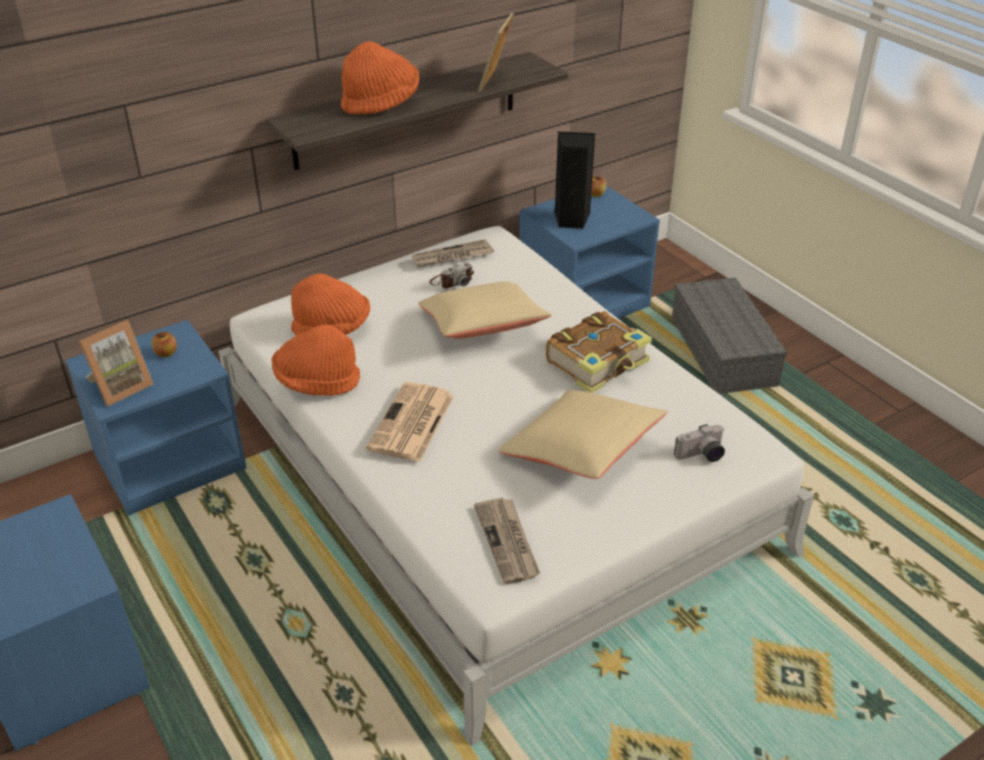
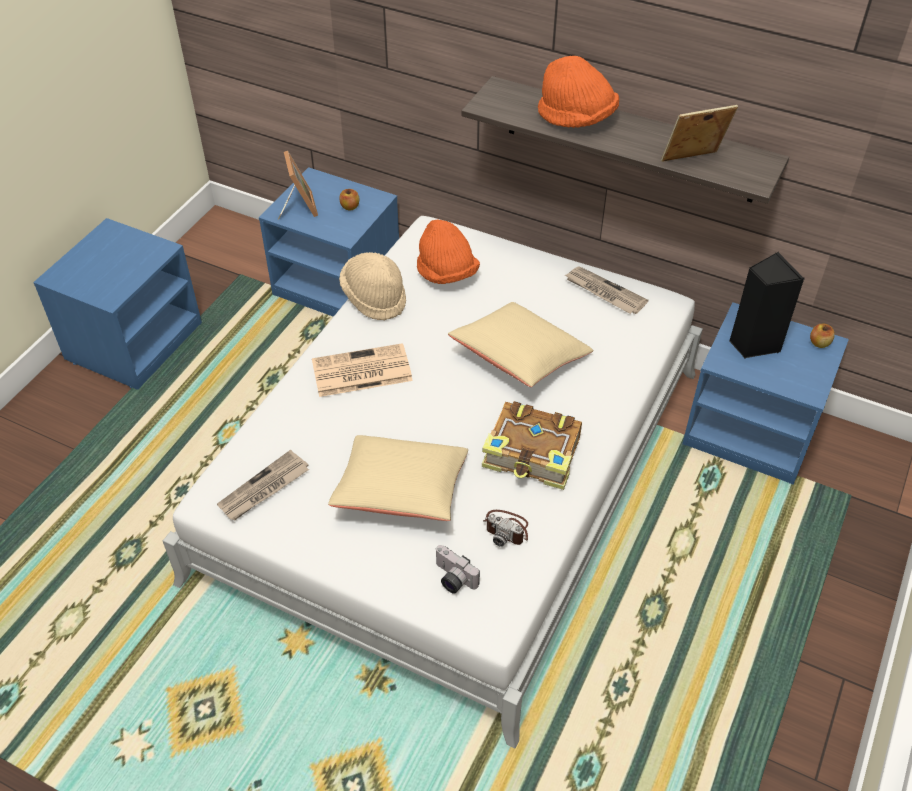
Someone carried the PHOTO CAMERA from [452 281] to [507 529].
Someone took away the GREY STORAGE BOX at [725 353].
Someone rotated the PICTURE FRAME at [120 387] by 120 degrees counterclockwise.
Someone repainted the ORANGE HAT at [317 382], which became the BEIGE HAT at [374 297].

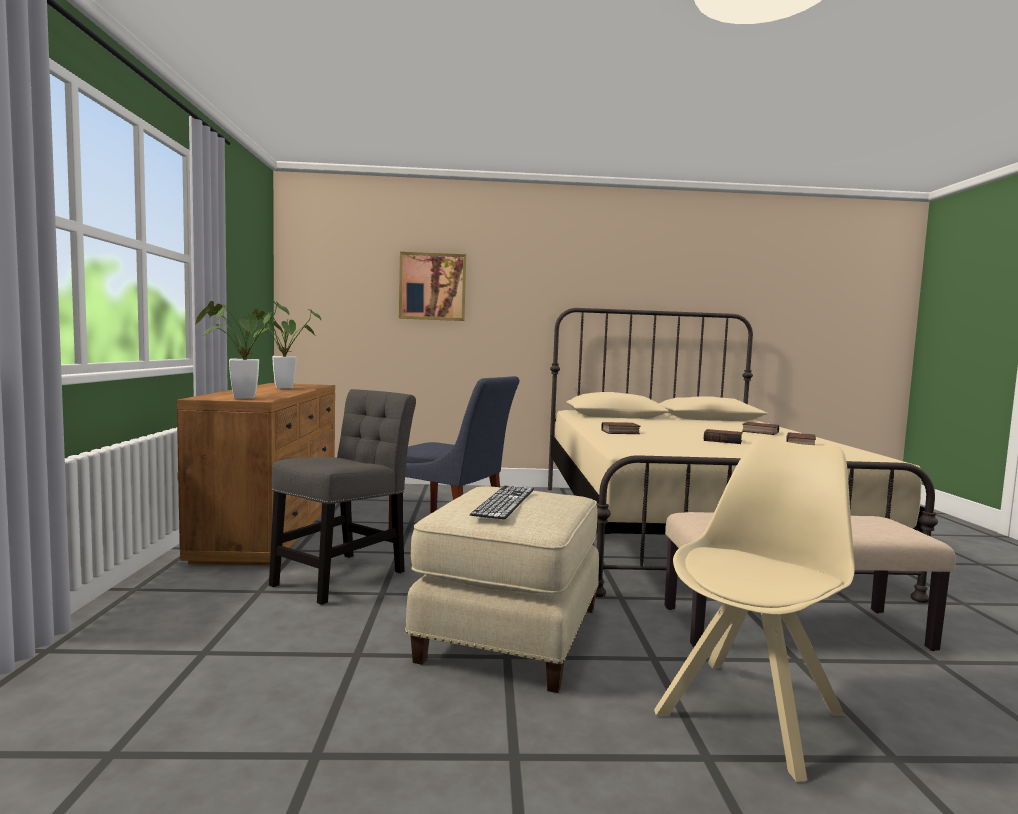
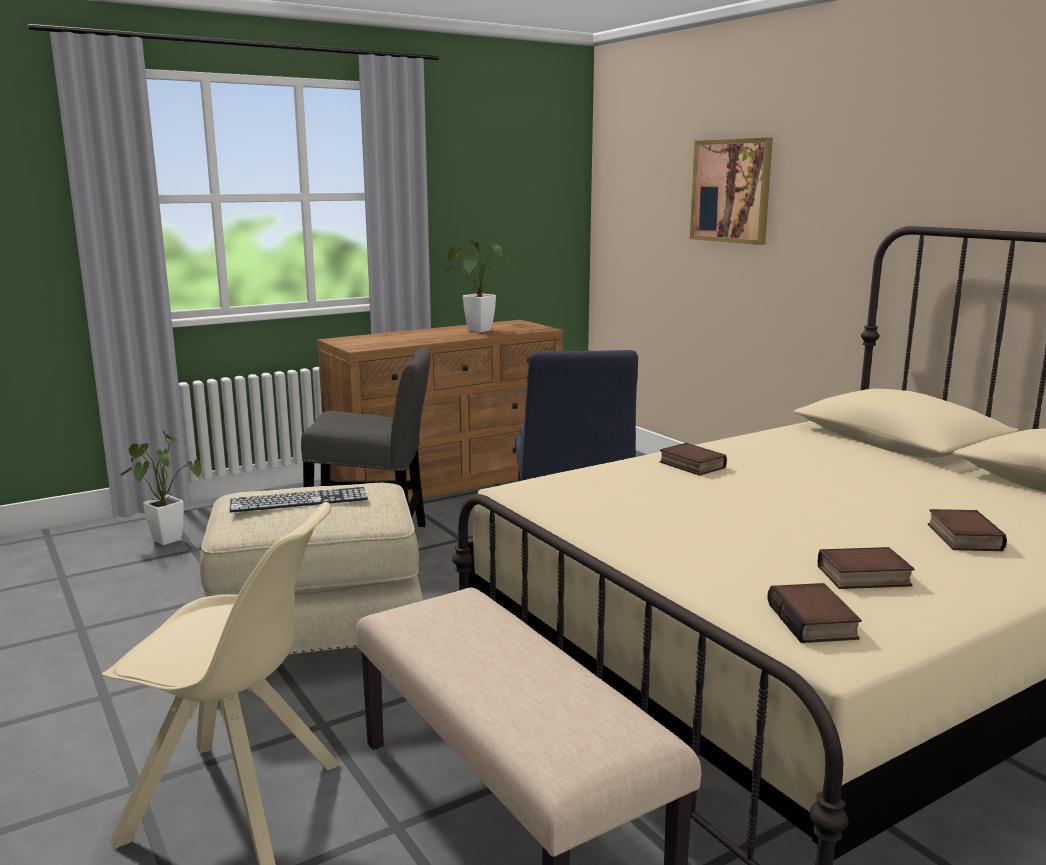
Someone carried the POTTED PLANT from [238 397] to [164 538].
Someone carried the BOOK from [723 440] to [815 622].

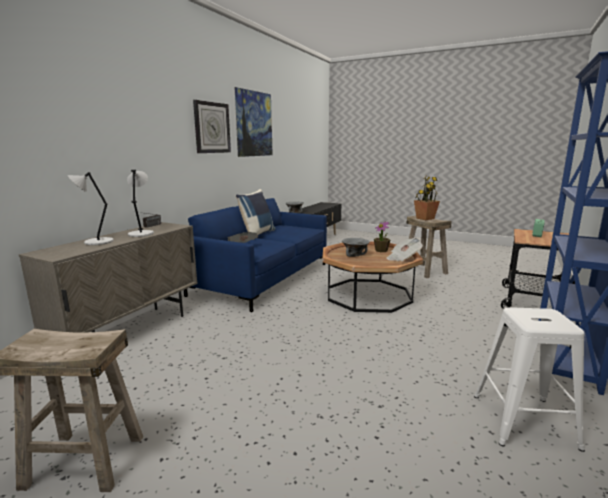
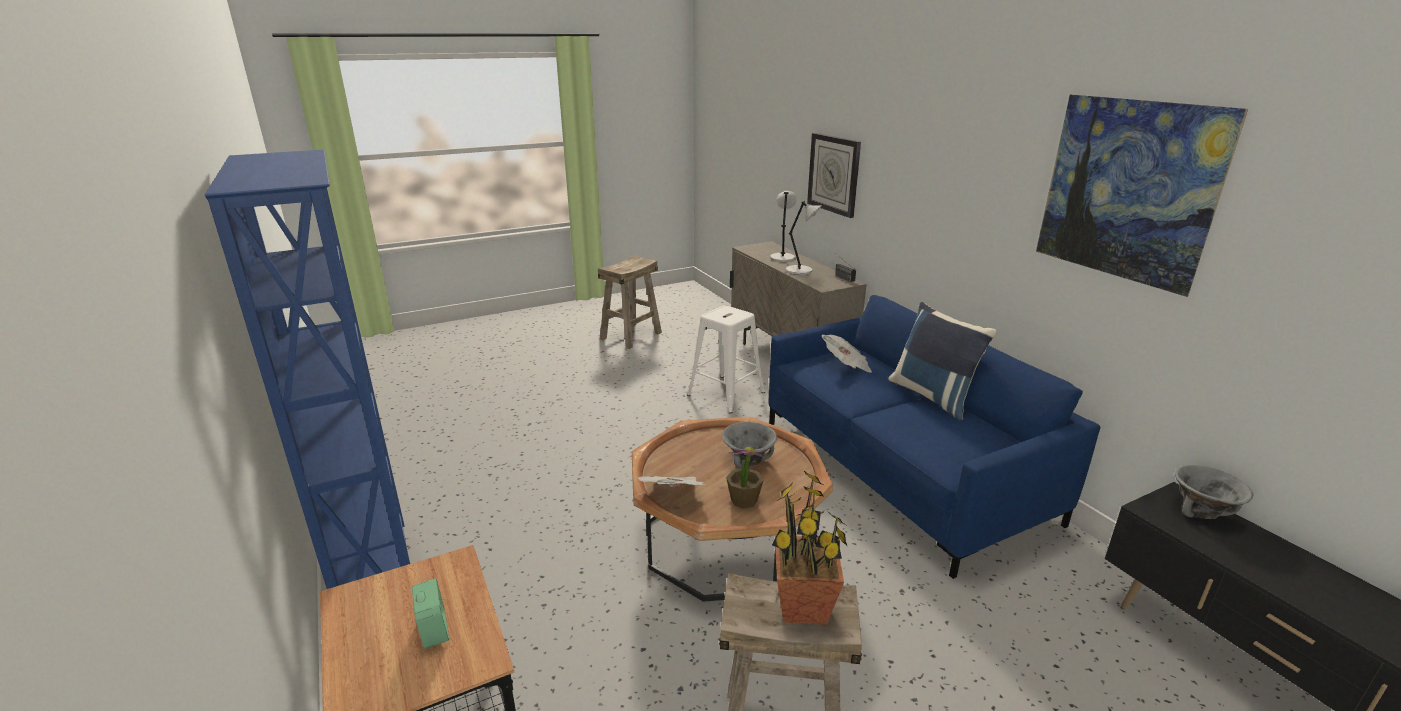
Someone carried the WALL CLOCK from [212 128] to [834 174].
Someone carried the WHITE STOOL from [523 421] to [726 393].

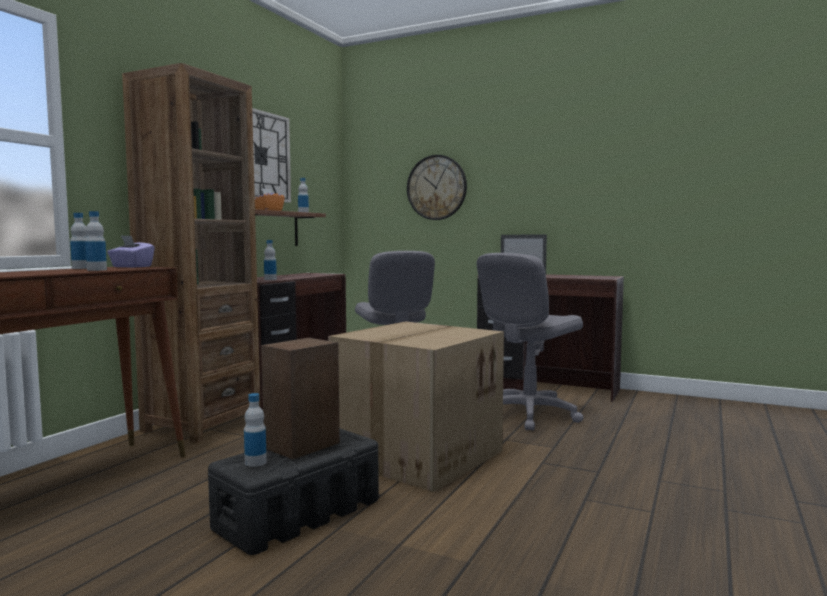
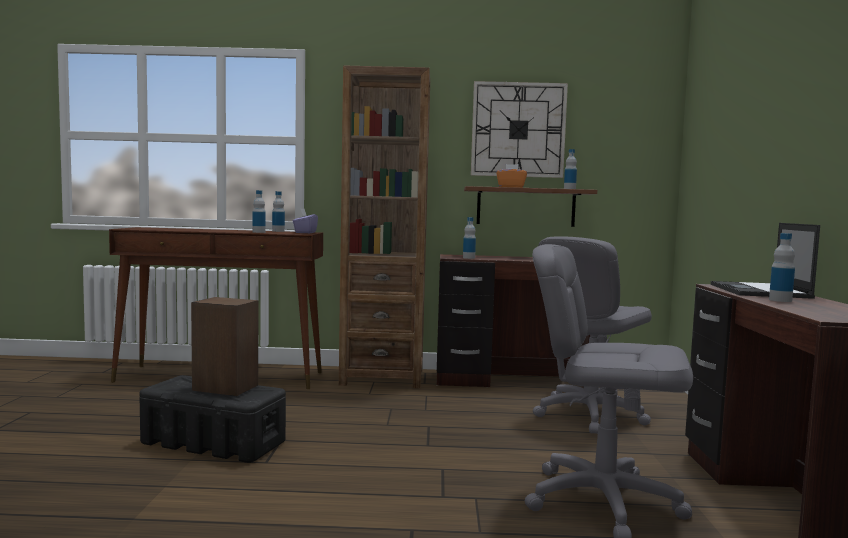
Someone took away the WALL CLOCK at [436 187].
Someone took away the CARDBOARD BOX at [417 454].
Someone carried the BOTTLE from [255 462] to [780 300].

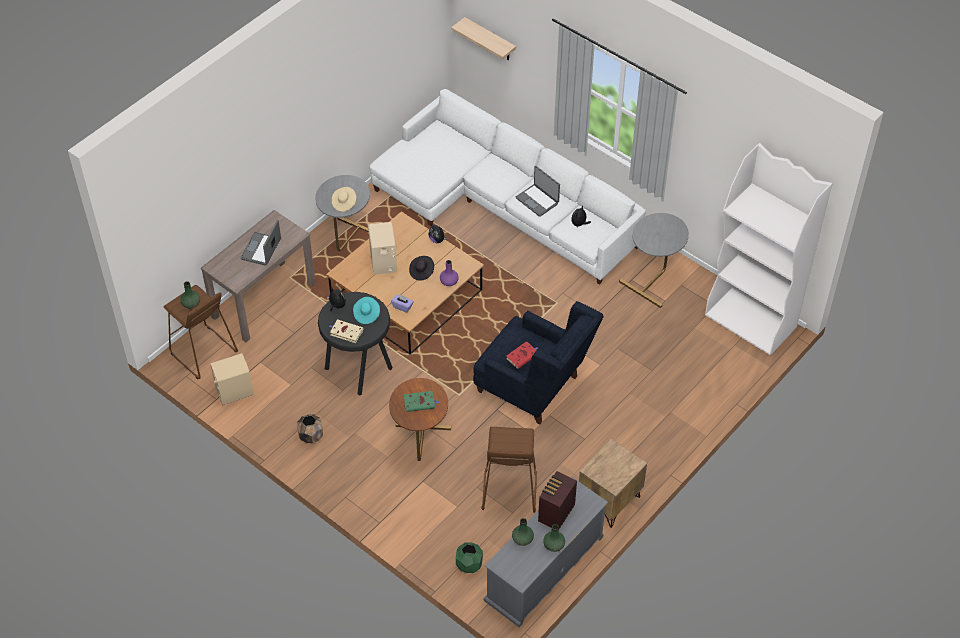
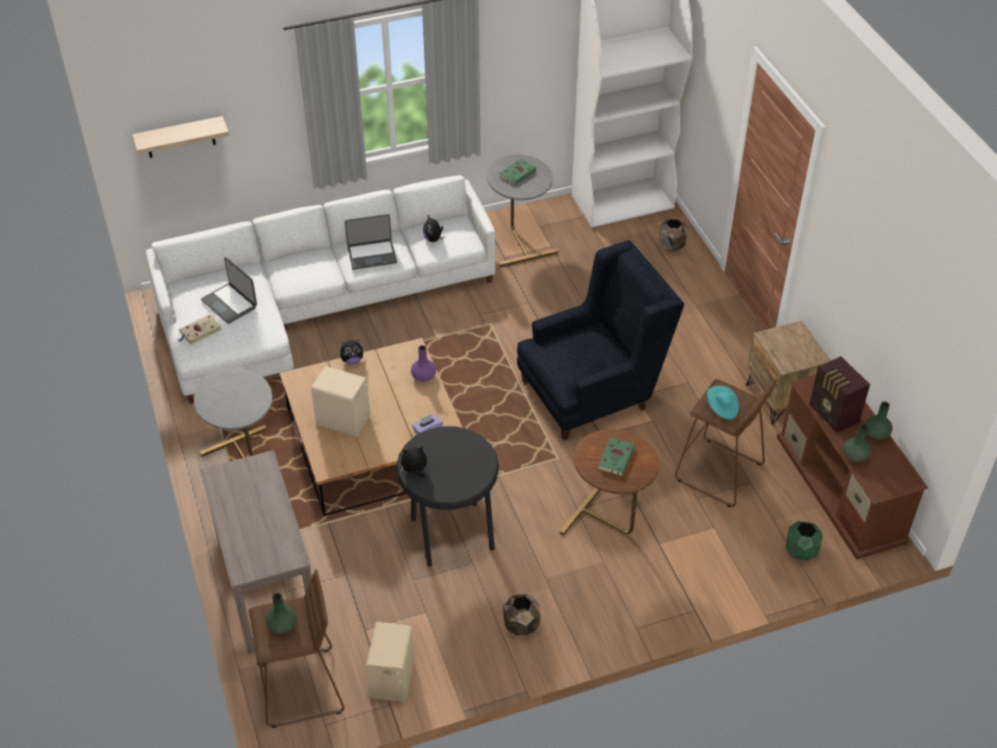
Someone took away the BEIGE HAT at [344 203].
Someone carried the LAPTOP from [262 249] to [230 303].
Someone took away the BLACK HAT at [421 272].
Someone carried the TURQUOISE HAT from [366 314] to [721 408].
Someone carried the BEIGE BOOK from [345 332] to [199 332].
Someone took away the RED BOOK at [523 356].
Someone repainted the GREY TV STAND at [544 569], which became the BROWN TV STAND at [841 489].
Someone put down the GREEN BOOK at [518 173].
Someone put down the BROWN PLANTER at [671 246].

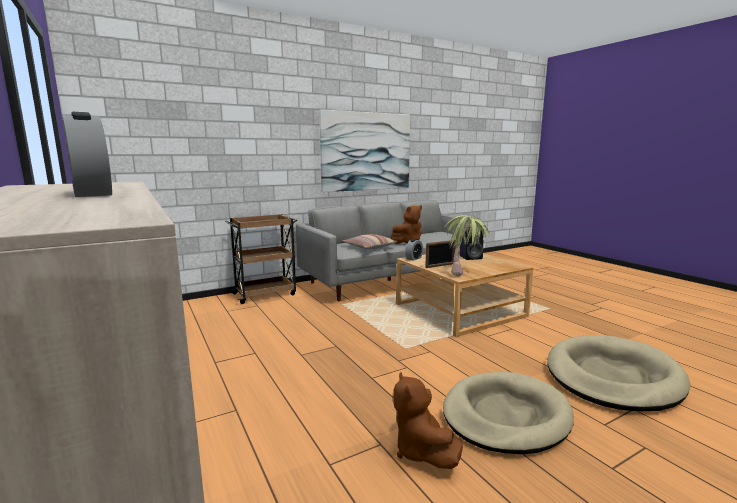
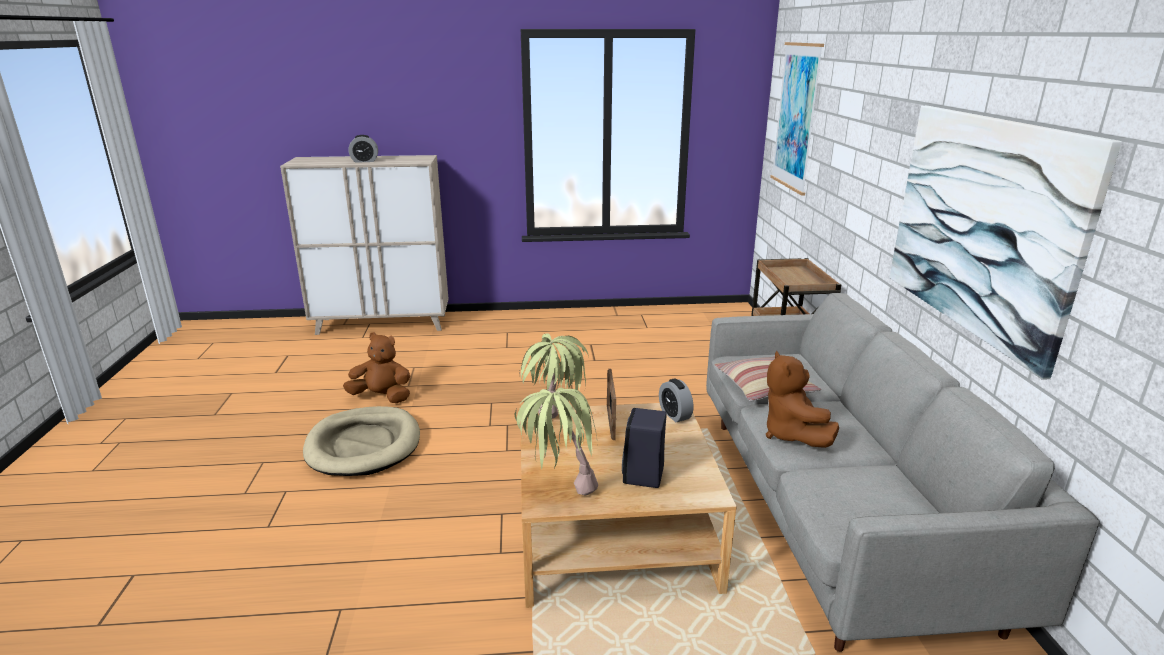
Someone took away the BEIGE DOG BED at [612 377].
Someone put up the PICTURE at [796 117].
Someone put down the POTTED PLANT at [558 493].

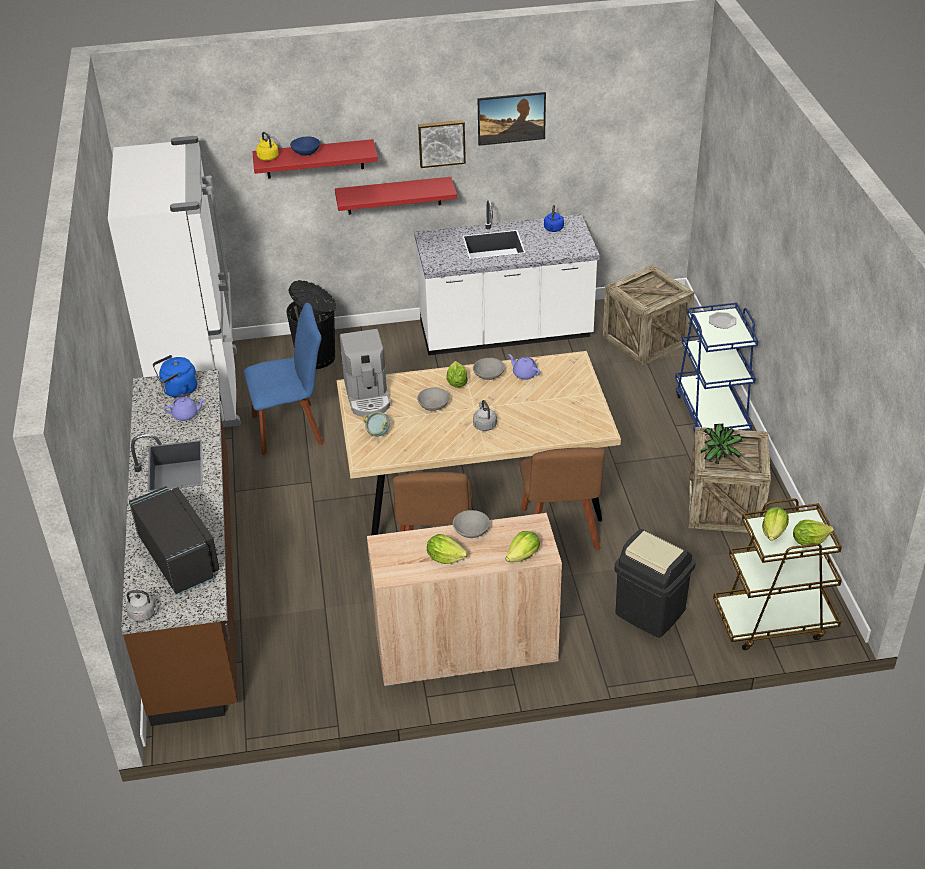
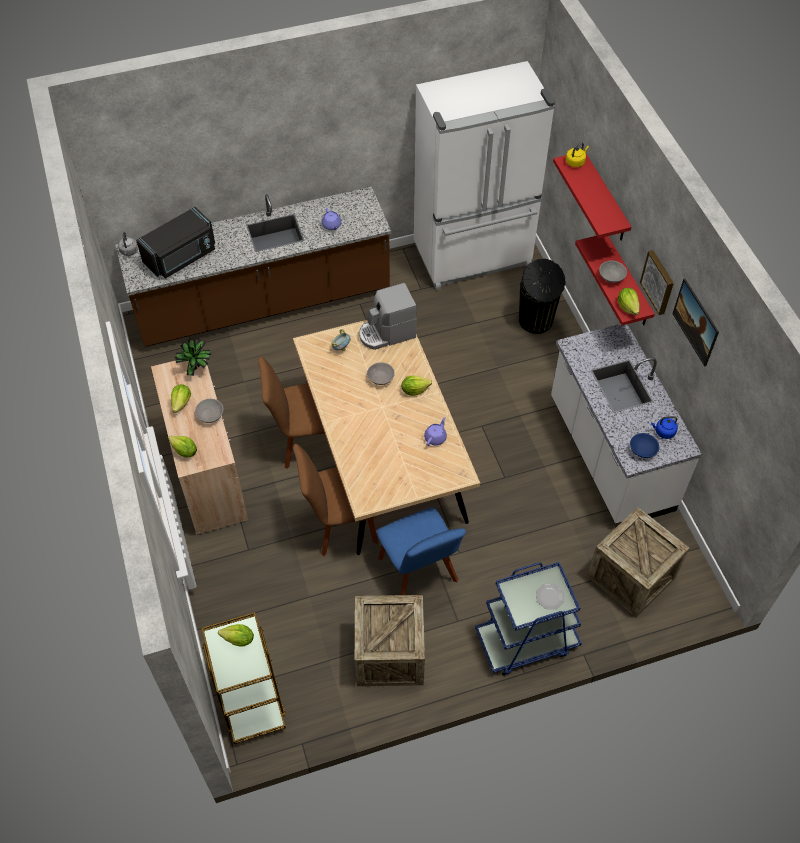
Someone carried the BLUE BOWL from [306 152] to [642 450].
Someone carried the BLUE CHAIR from [291 428] to [419 573].
Someone took away the BLUE KETTLE at [178 390].
Someone carried the GREY BOWL from [488 375] to [611 277].
Someone took away the GREY KETTLE at [484 425].
Someone carried the POTTED PLANT from [718 461] to [197 369].
Someone carried the LETTUCE from [809 541] to [627 307].
Someone took away the BLACK TRASH CAN at [649 612].

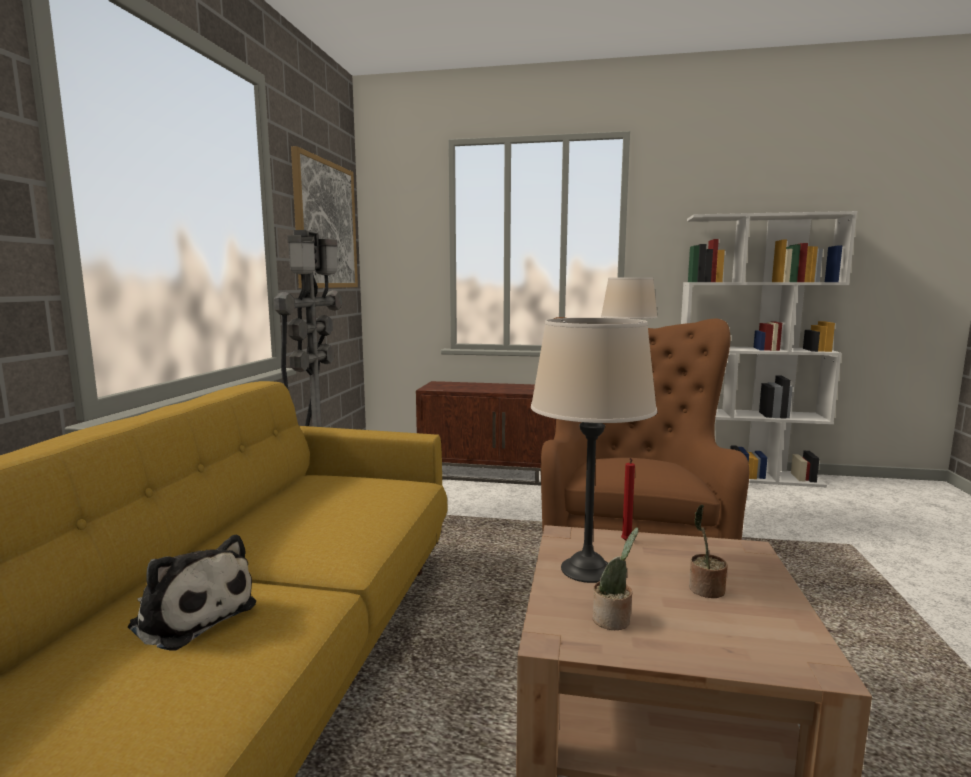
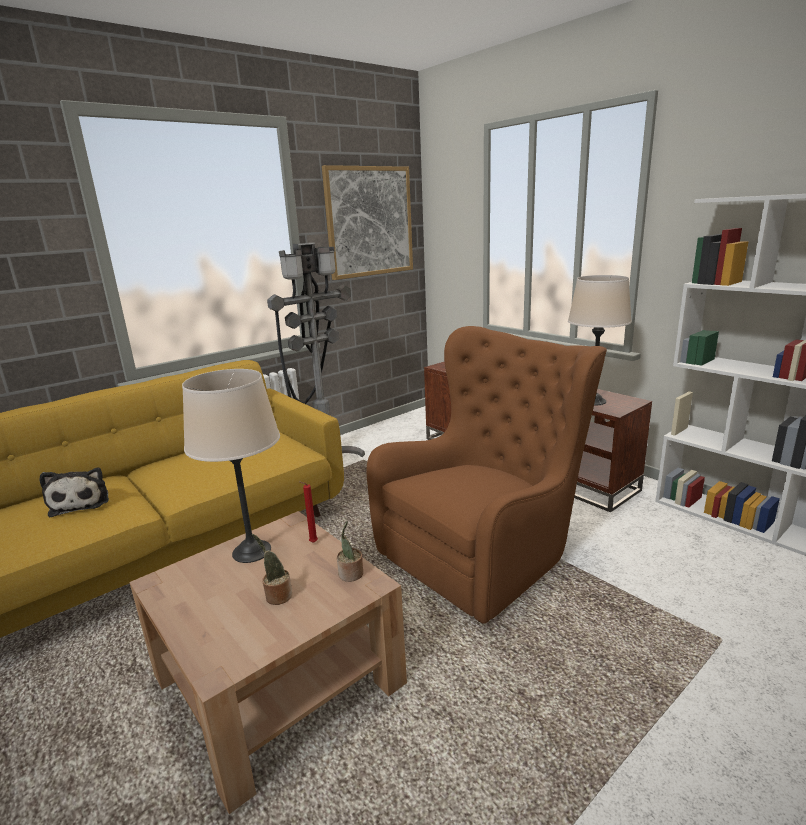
Someone carried the POTTED PLANT from [613 620] to [351 575].

